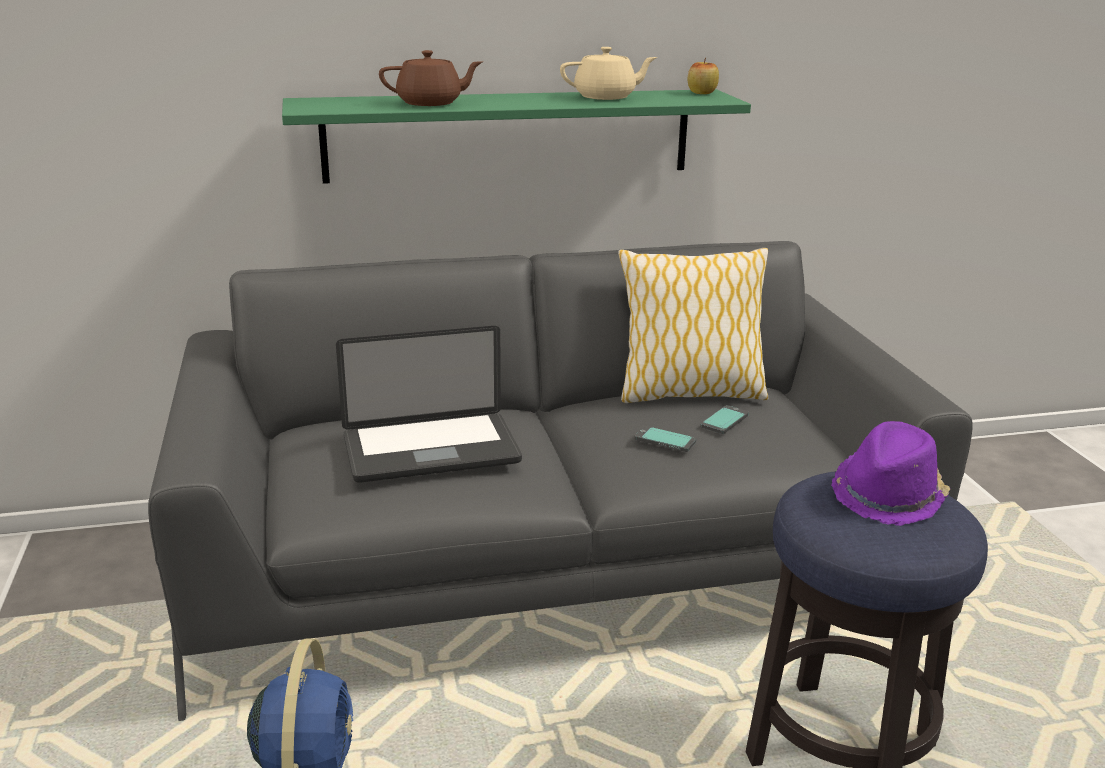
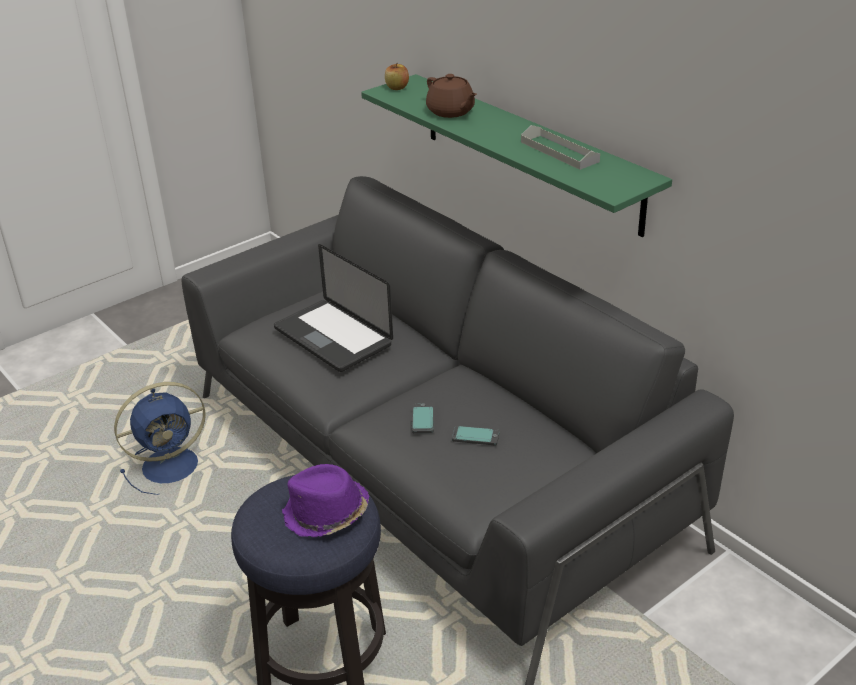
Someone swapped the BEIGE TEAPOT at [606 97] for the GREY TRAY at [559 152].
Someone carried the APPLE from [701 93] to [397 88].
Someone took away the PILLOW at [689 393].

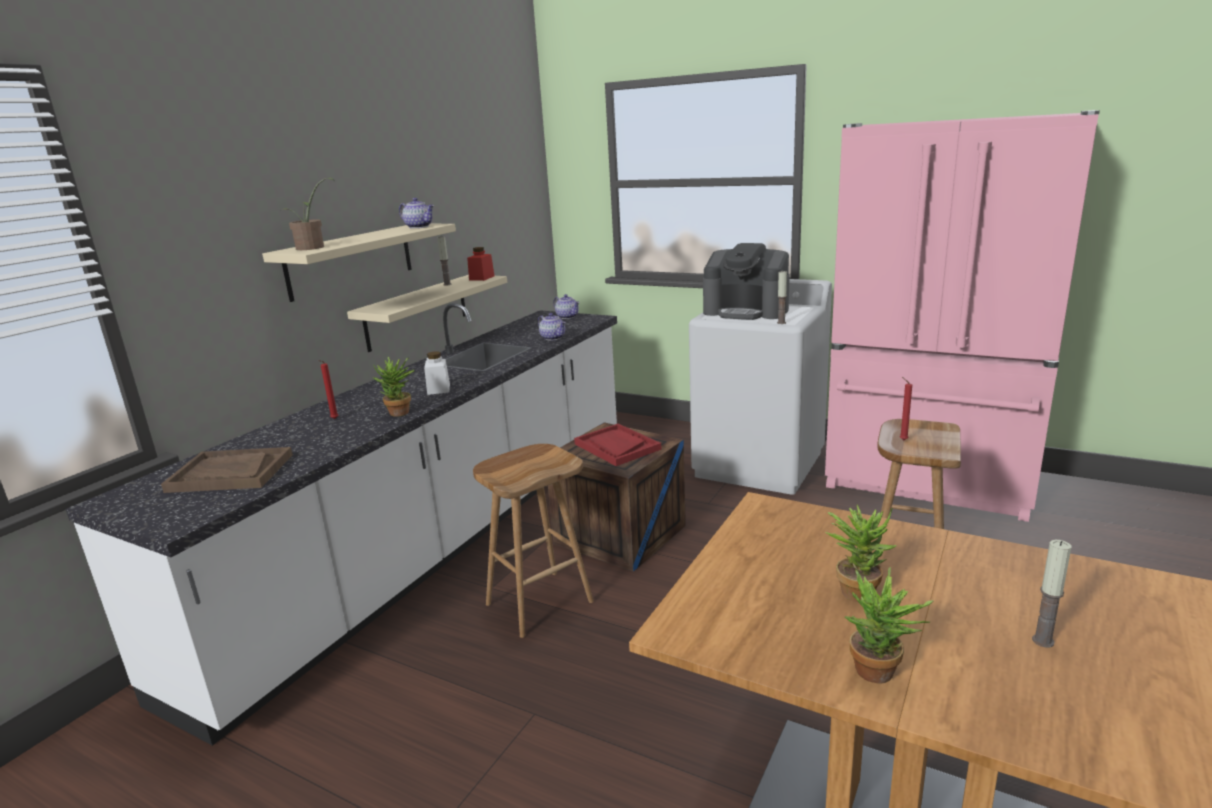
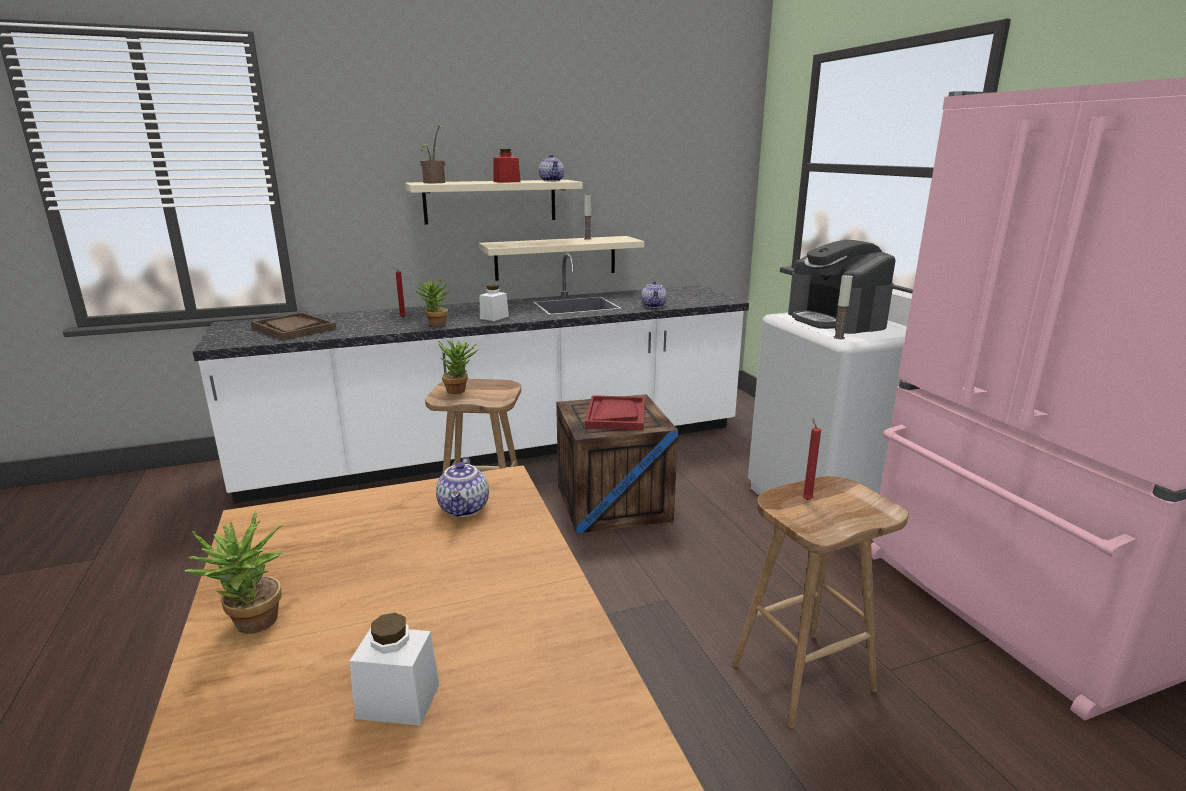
Someone carried the RED JAR from [481 278] to [506 181].
Someone carried the TEAPOT from [568 317] to [465 509].
Someone carried the POTTED PLANT from [857 589] to [459 390].
Someone swapped the CANDLE at [1043 641] for the WHITE JAR at [398 701].

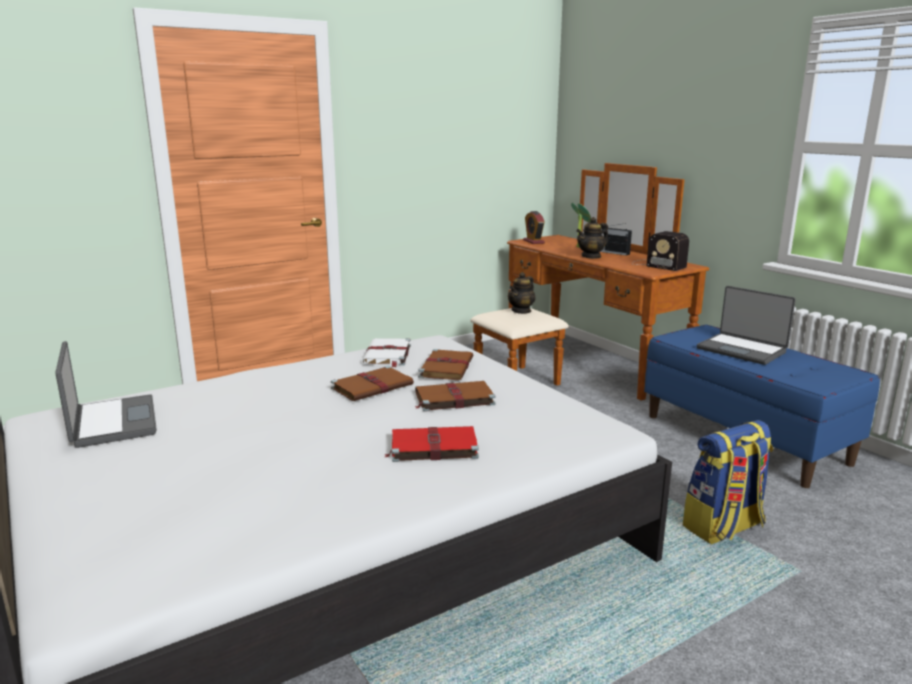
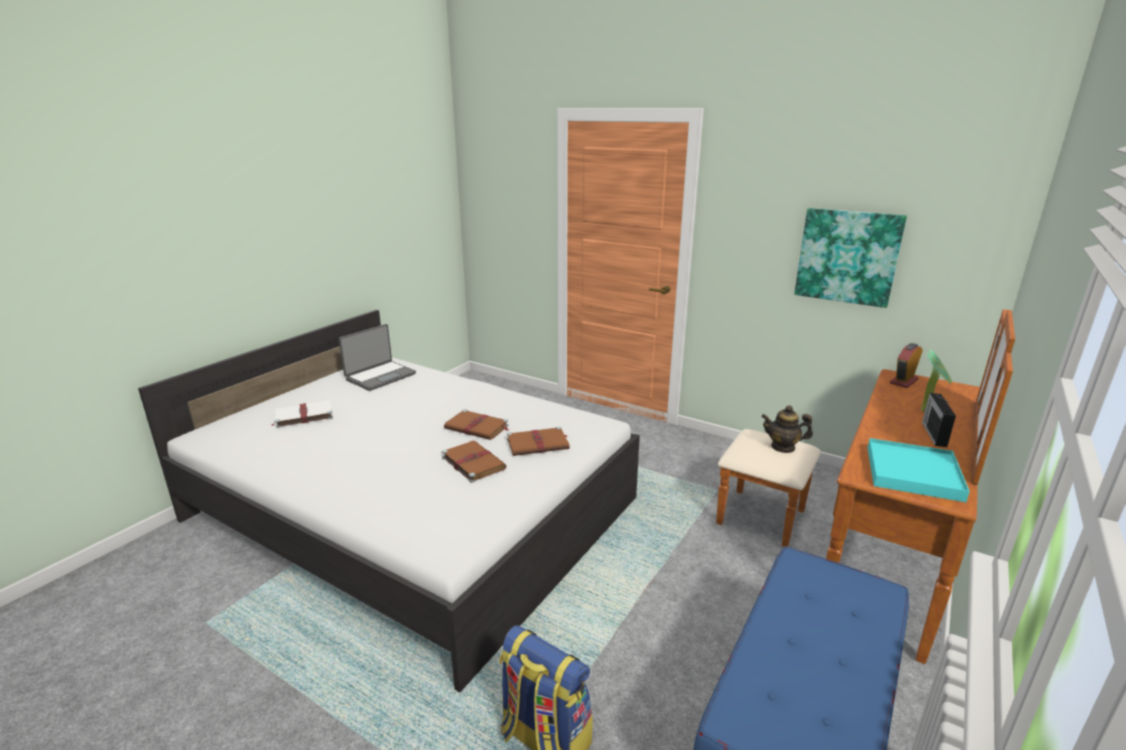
Someone took away the TEAPOT at [591 256].
Someone swapped the RADIO at [656 265] for the TURQUOISE TRAY at [913 473].
Someone took away the LAPTOP at [742 350].
Someone carried the WHITE BOOK from [387 355] to [303 415].
Someone took away the RED BOOK at [432 447].
Someone put up the PICTURE at [847 256].

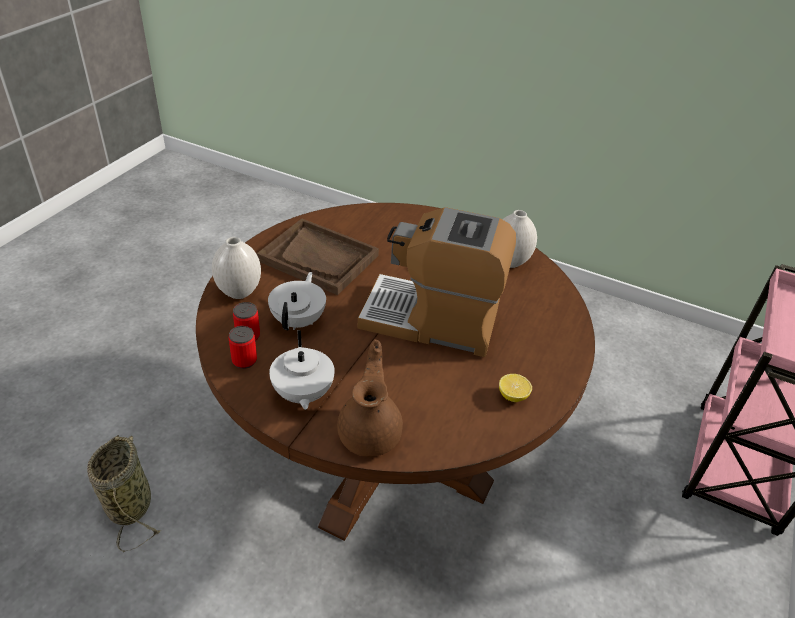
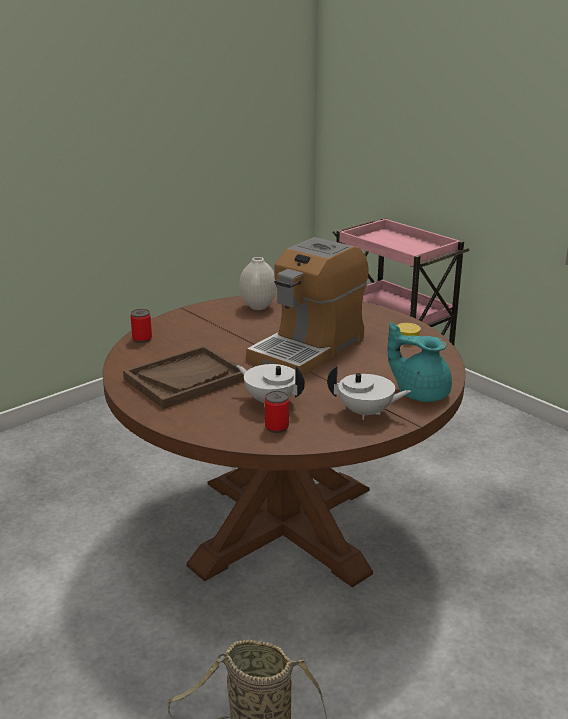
Someone took away the WHITE VASE at [239 293].
Someone carried the CAN from [244 361] to [142 339].
Someone repainted the BROWN TEAPOT at [370 432], which became the TURQUOISE TEAPOT at [420 393].

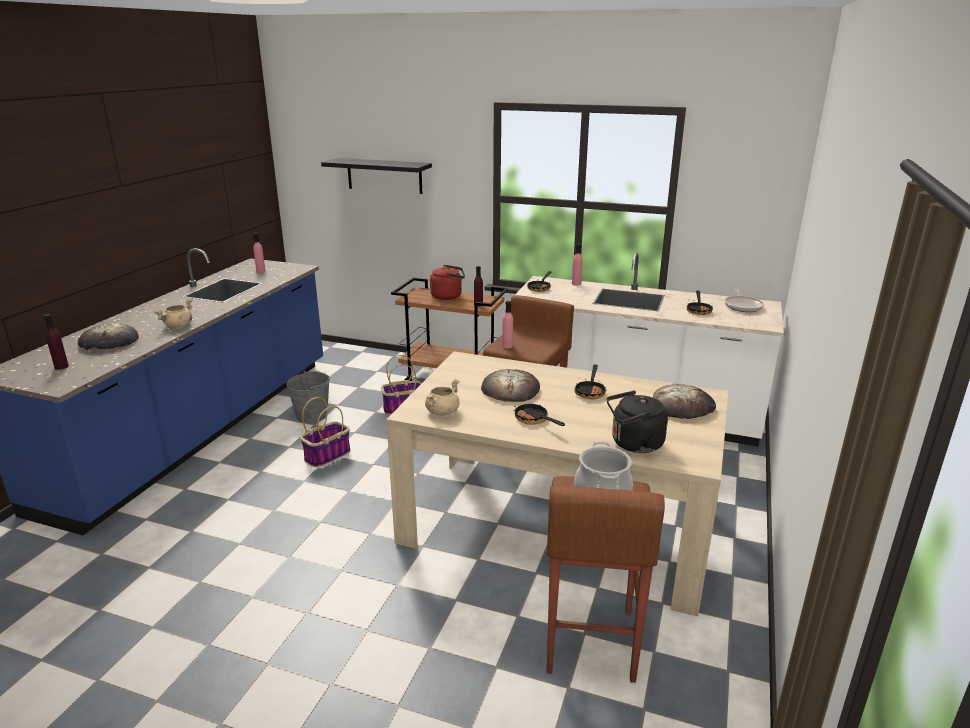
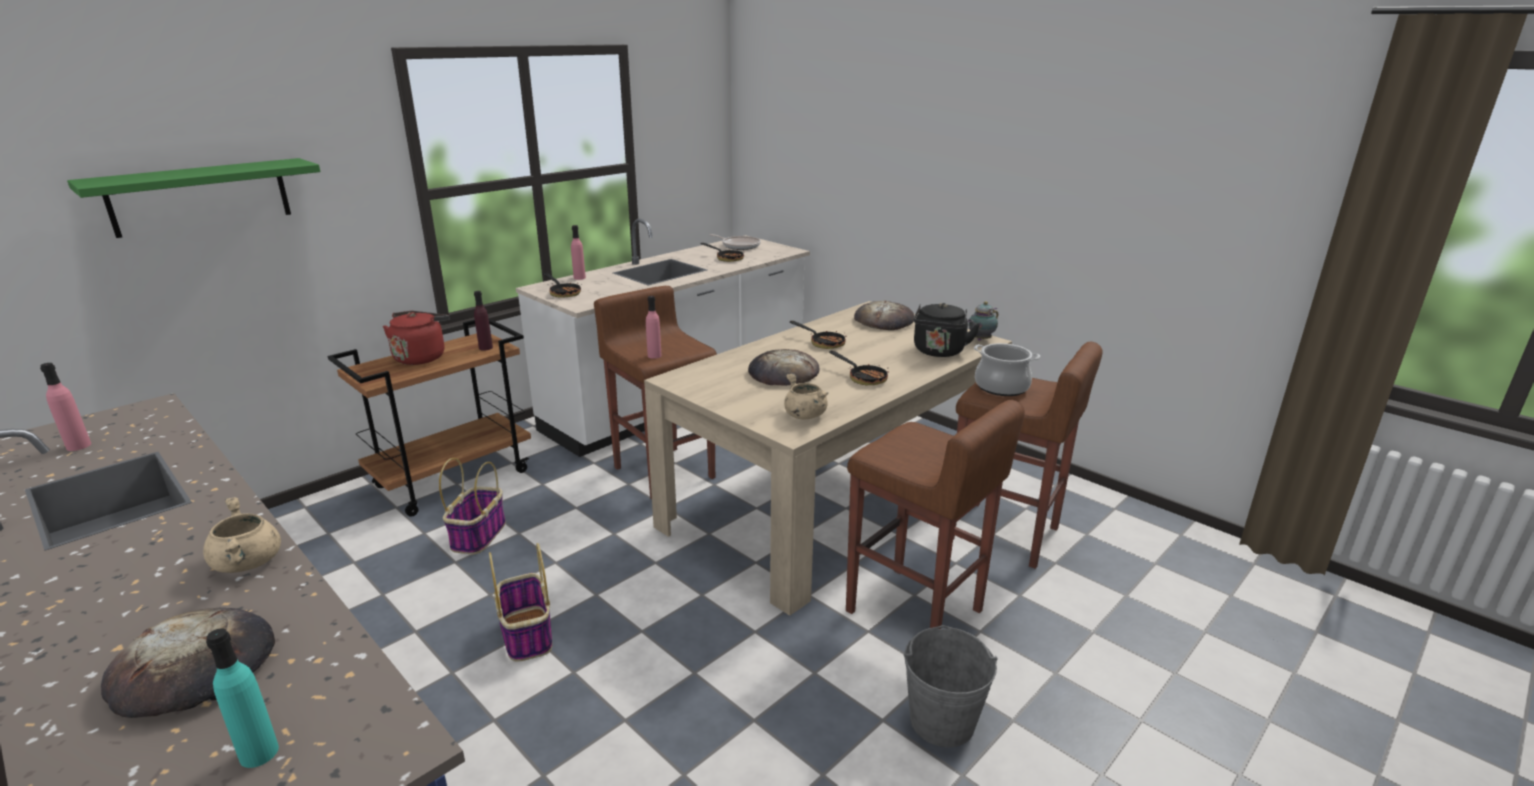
Someone repainted the BLACK SHELF at [384 175], which became the GREEN SHELF at [200 197].
Someone repainted the PURPLE BOTTLE at [61 367], which became the TURQUOISE BOTTLE at [259 753].
Someone carried the GREY BUCKET from [312 415] to [942 721].
Someone rotated the FRYING PAN at [534 420] by 120 degrees counterclockwise.
Someone put down the TEAPOT at [979 340].
Someone put down the BROWN STOOL at [915 612].

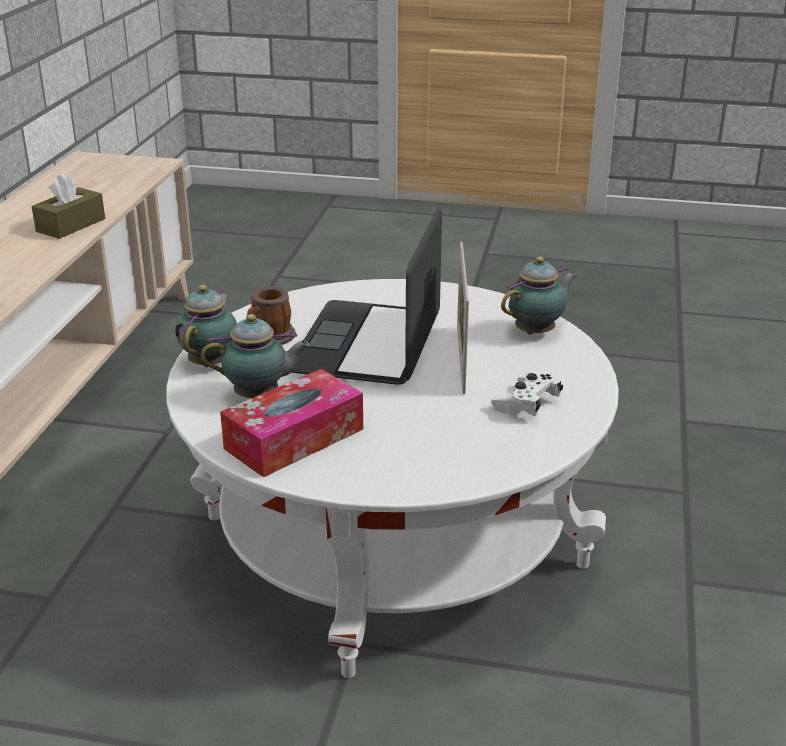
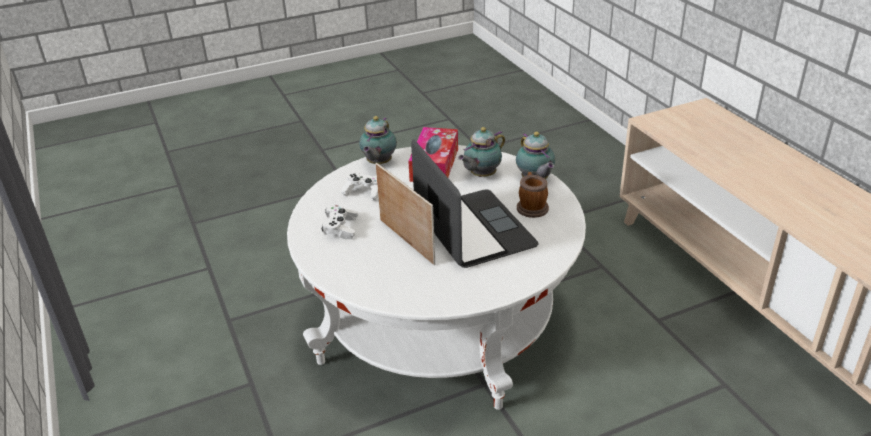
Someone took away the BROWN TISSUE BOX at [71 225].
Someone carried the TEAPOT from [537 331] to [378 163].
Someone put down the WHITE GAME CONTROLLER at [364 192].

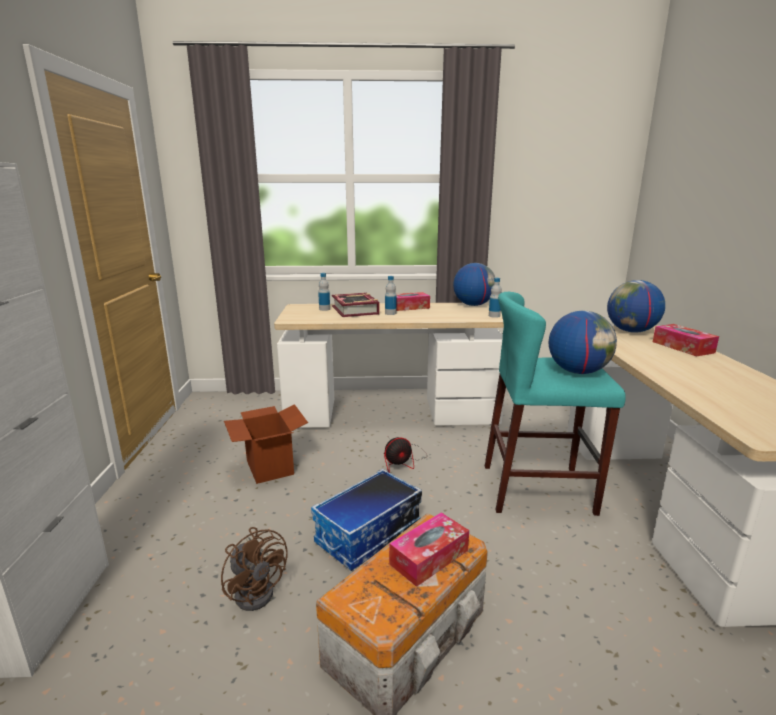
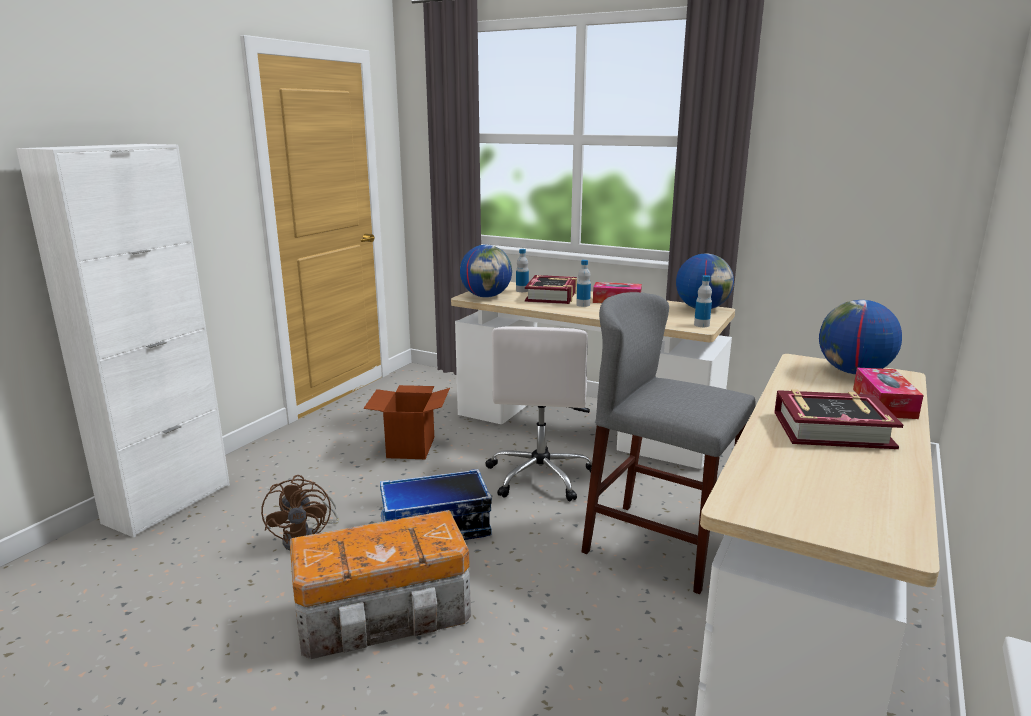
Someone repainted the TURQUOISE STOOL at [538 489], which became the GREY STOOL at [659 546].
Someone carried the GLOBE from [577 372] to [486 296].
Someone swapped the FAN at [402 461] for the WHITE OFFICE CHAIR at [541 476].
Someone took away the TISSUE BOX at [429 557].
Someone put down the BOOK at [832 429].

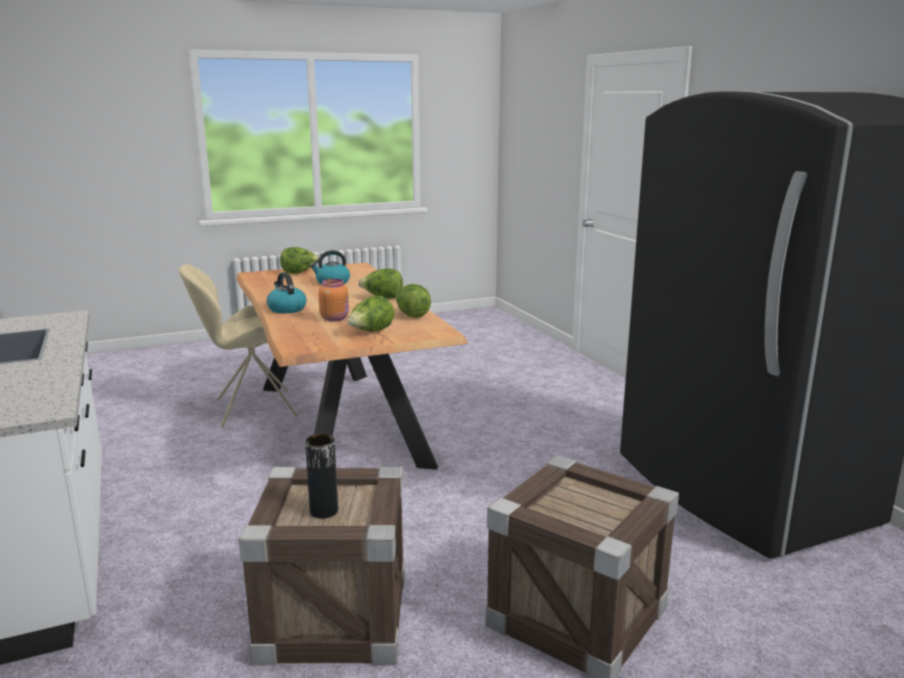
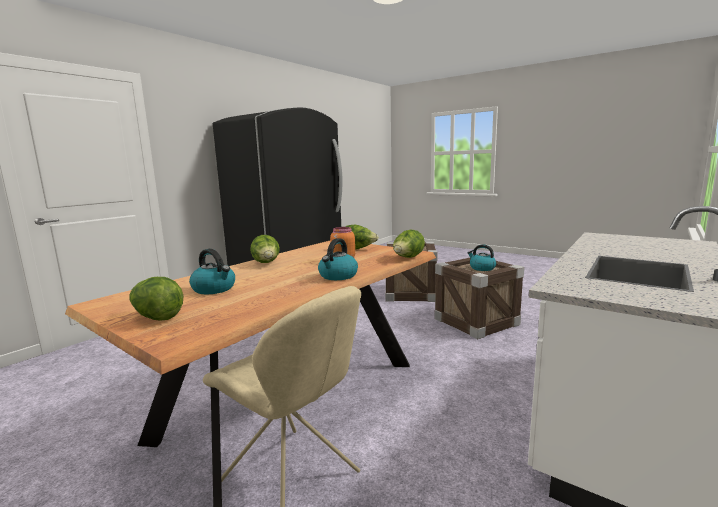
Someone carried the LETTUCE from [412 315] to [407 258].
Someone swapped the BLACK VASE at [324 511] for the KETTLE at [481 268].

